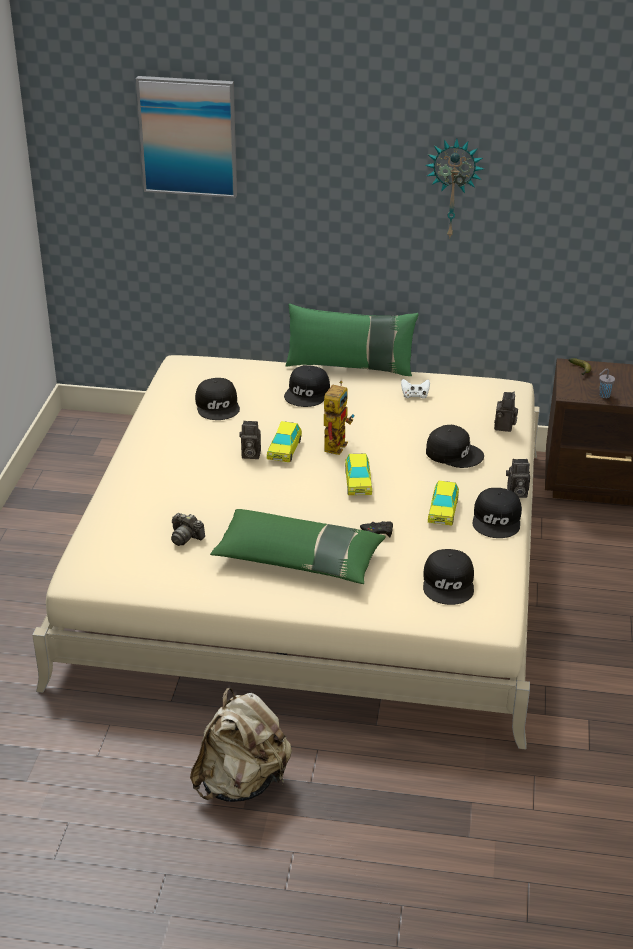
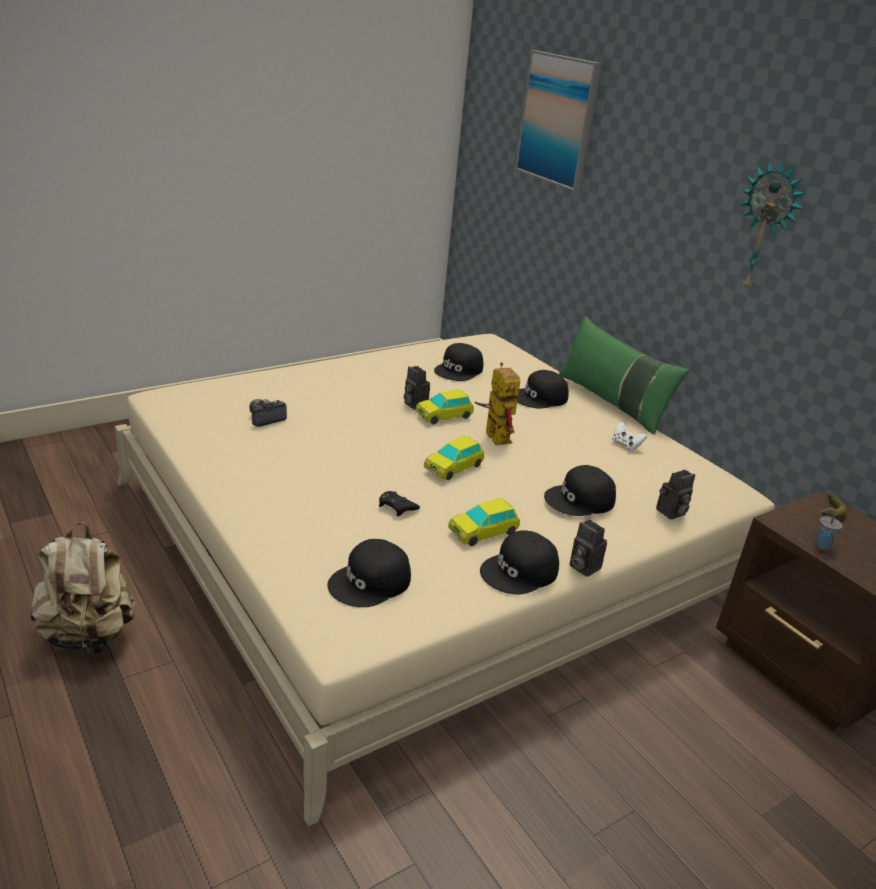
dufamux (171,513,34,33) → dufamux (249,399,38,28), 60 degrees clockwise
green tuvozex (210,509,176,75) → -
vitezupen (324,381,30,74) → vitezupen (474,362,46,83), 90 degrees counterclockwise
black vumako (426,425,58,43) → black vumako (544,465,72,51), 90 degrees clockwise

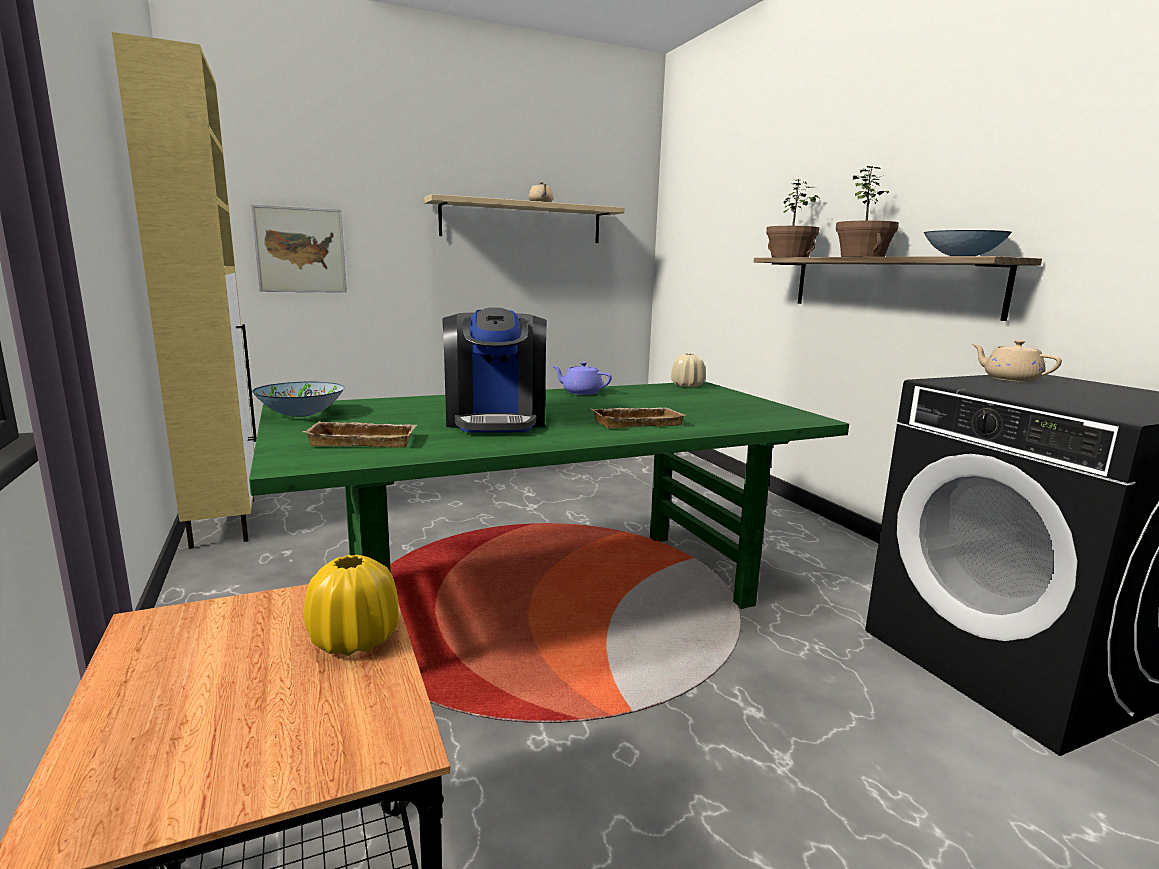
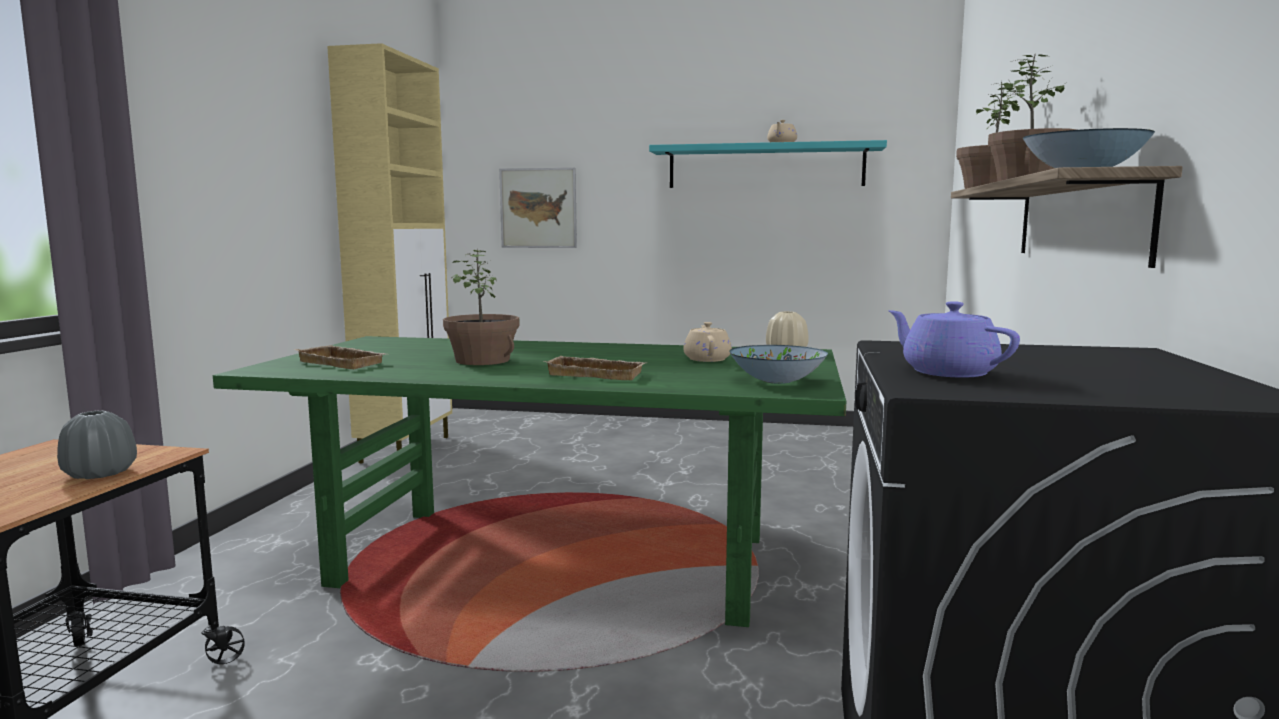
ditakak (252,382,93,35) → ditakak (729,345,99,39), move
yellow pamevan (304,555,95,101) → grey pamevan (57,411,80,68)
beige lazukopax (424,194,201,49) → turquoise lazukopax (649,140,238,48)
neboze (442,308,105,125) → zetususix (443,249,77,116)
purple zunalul (552,362,60,33) → purple zunalul (888,301,132,77), move
beige zunalul (972,340,90,42) → beige zunalul (683,322,49,40), move

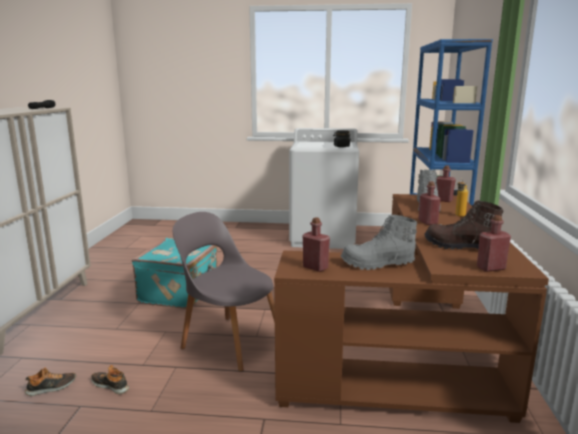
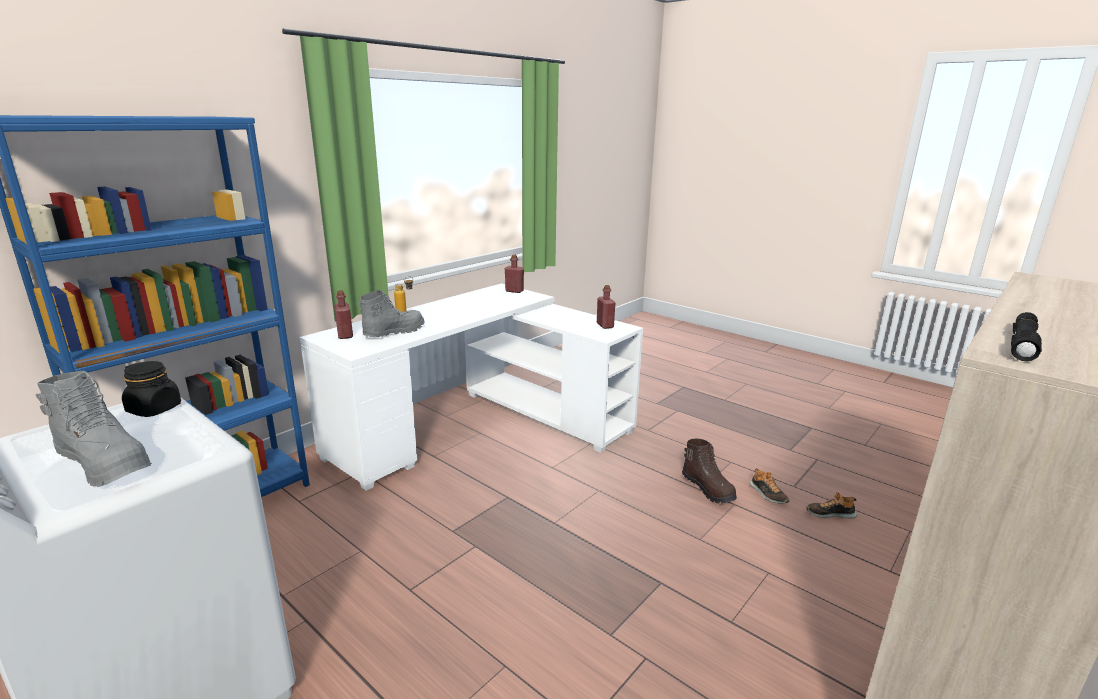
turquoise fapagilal (132,238,85,71) → -
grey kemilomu (173,212,102,159) → -
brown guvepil (274,194,275,229) → white guvepil (299,283,344,208)
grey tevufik (341,215,76,55) → grey tevufik (36,371,116,116), move
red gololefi (418,181,23,44) → -
brown tevufik (425,200,78,50) → brown tevufik (682,439,55,65), move

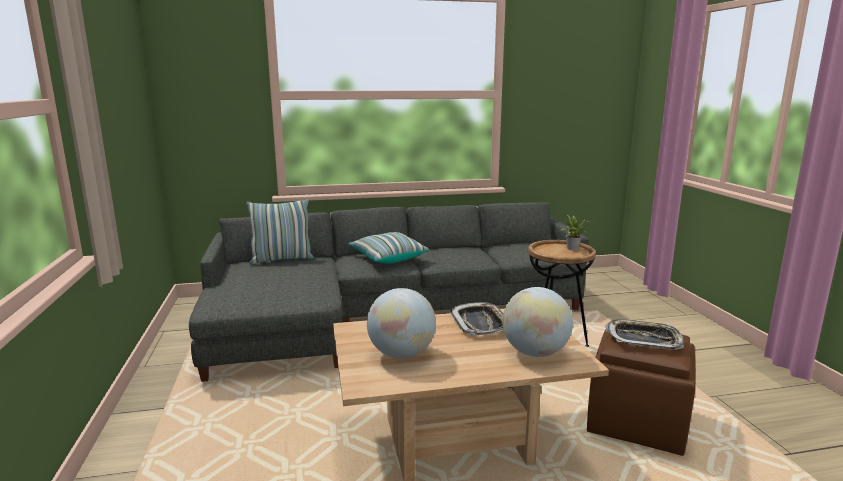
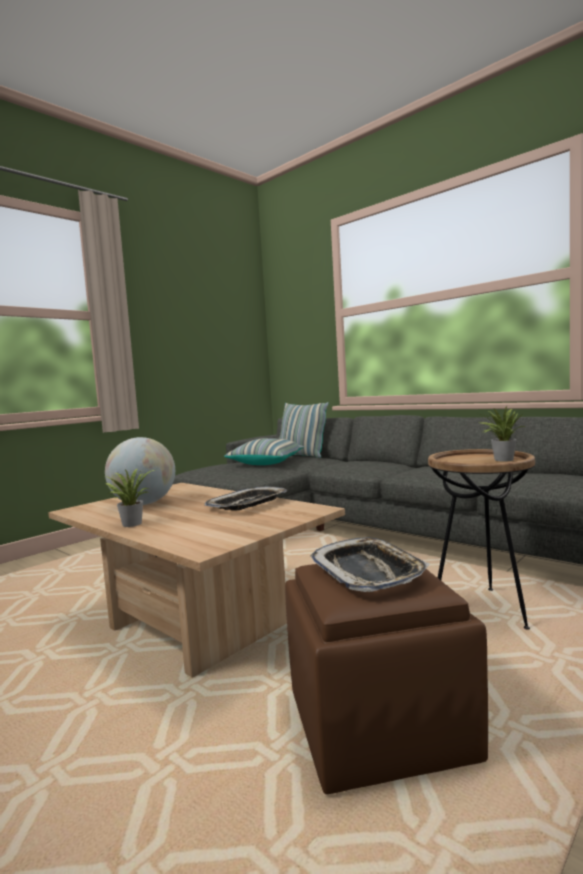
tuvozex (348,232,81,31) → tuvozex (224,438,81,27), move
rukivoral (502,287,71,70) → -
- → zetususix (105,468,49,59)

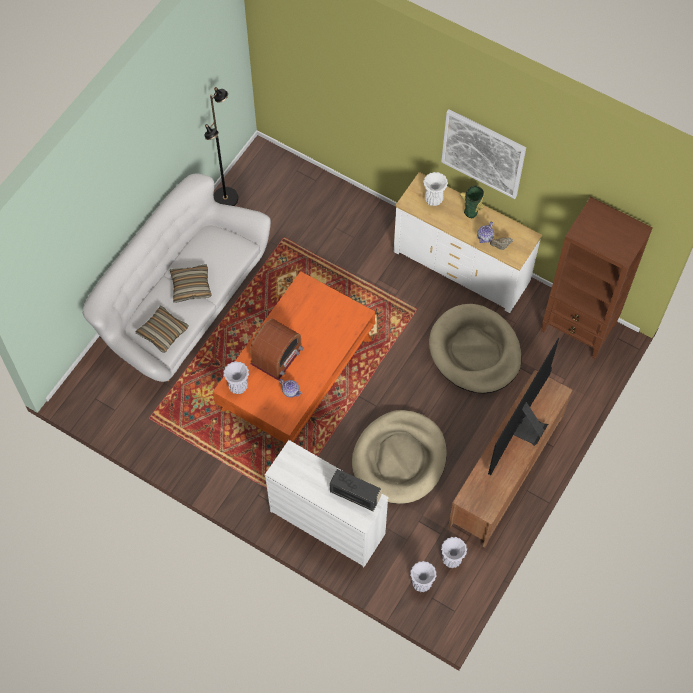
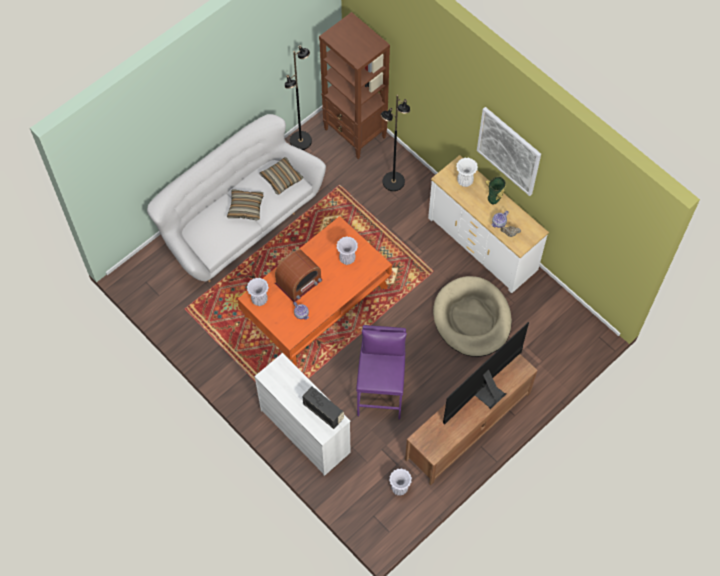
tuvozex (136,306,53,47) → tuvozex (260,157,43,37), move
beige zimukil (352,410,95,94) → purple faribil (356,325,51,95)
white pamevan (410,561,27,31) → white pamevan (336,236,22,29), move
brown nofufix (541,197,111,162) → brown nofufix (319,12,71,147), move
- → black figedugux (381,95,29,96)

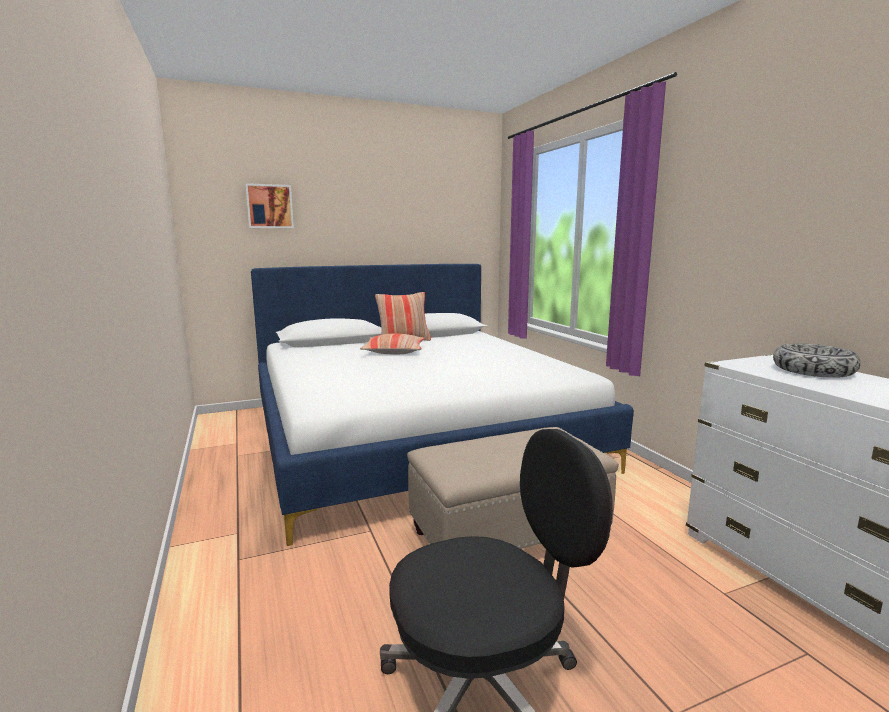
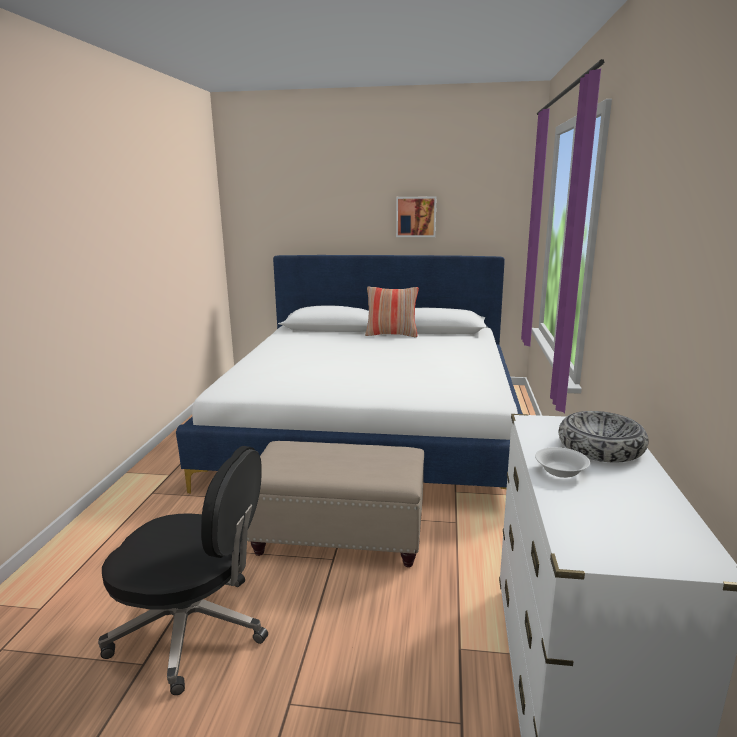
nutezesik (245,183,49,46) → nutezesik (396,196,41,41), move
tuvozex (360,333,64,21) → -
- → white ditakak (535,447,55,31)

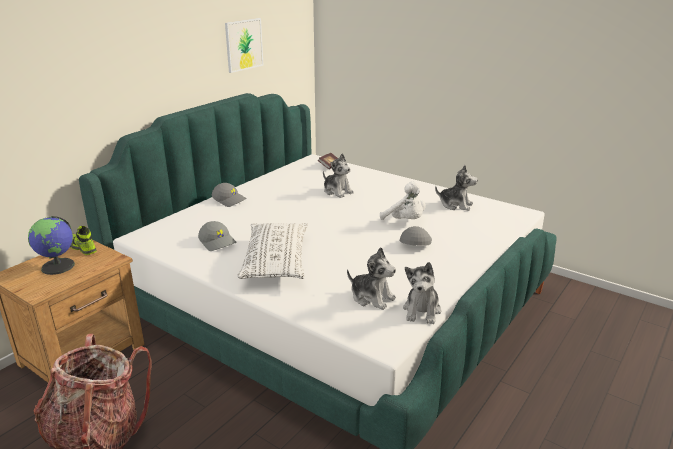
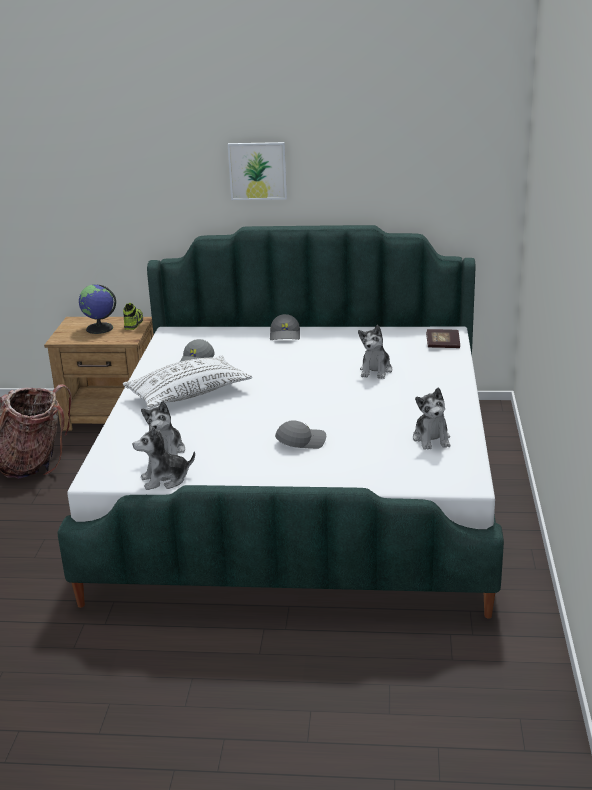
nutezesik (225,18,39,55) → nutezesik (228,142,59,58), move
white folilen (380,181,46,39) → -

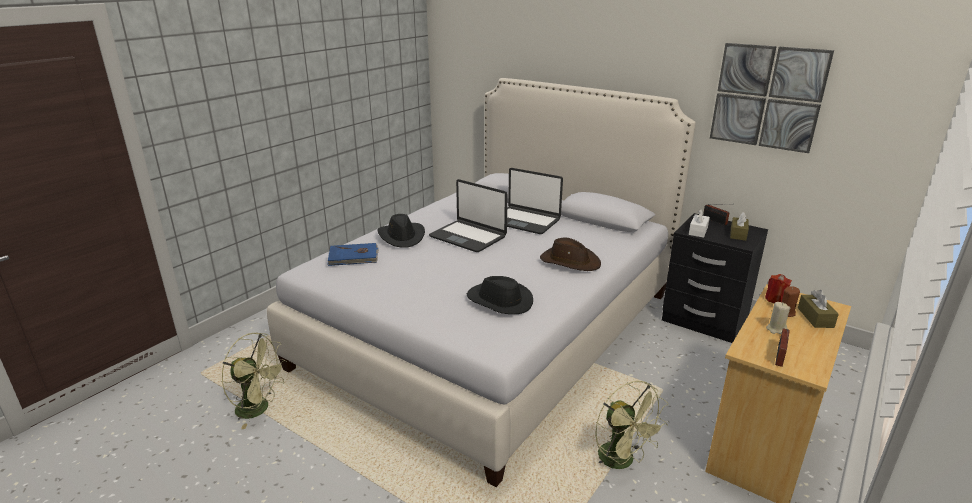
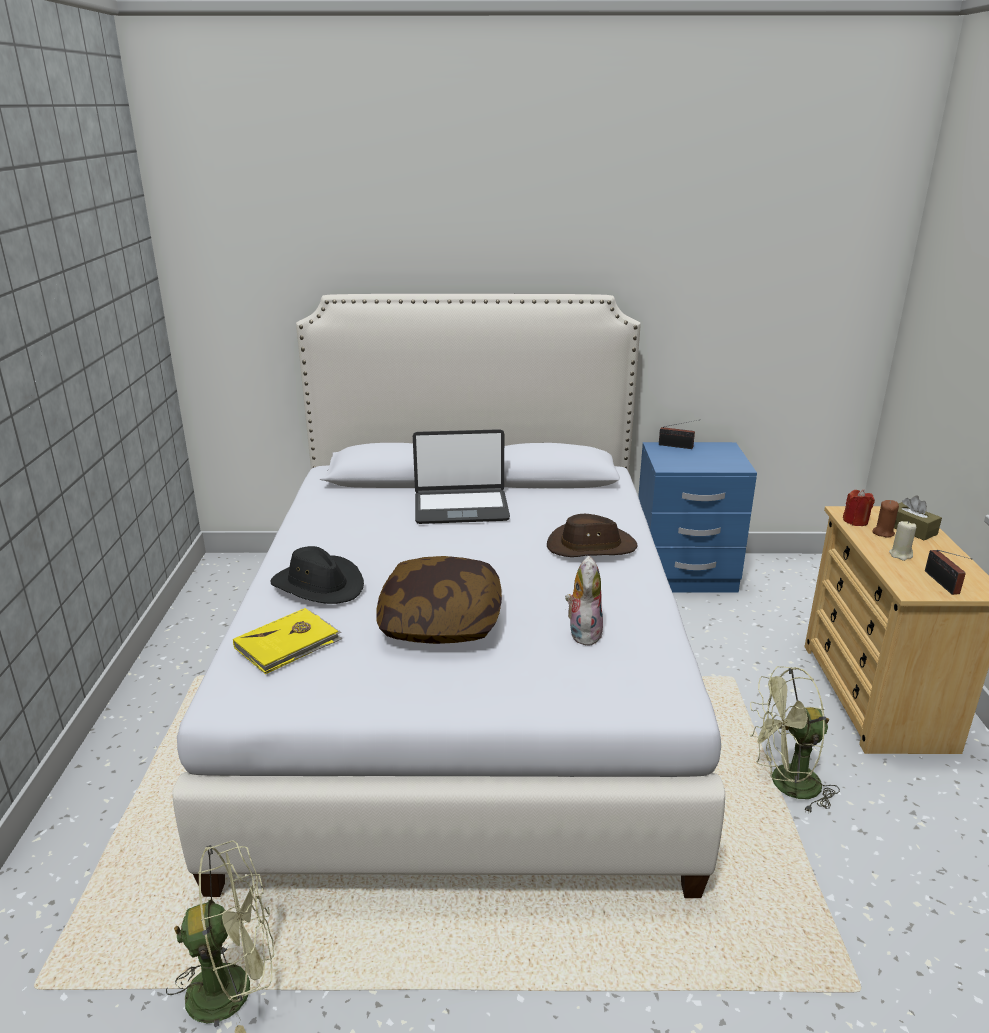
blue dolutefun (327,243,51,23) → yellow dolutefun (233,608,110,66)
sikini (429,179,79,73) → -
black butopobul (467,276,66,38) → folilen (565,556,38,90)
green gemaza (595,381,73,88) → green gemaza (749,666,91,148), 150 degrees clockwise
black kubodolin (662,213,106,130) → blue kubodolin (638,442,119,151)
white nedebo (689,209,21,29) → -
nutezesik (710,43,124,110) → -
brown nedebo (730,212,19,29) → -
- → tuvozex (376,556,126,88)

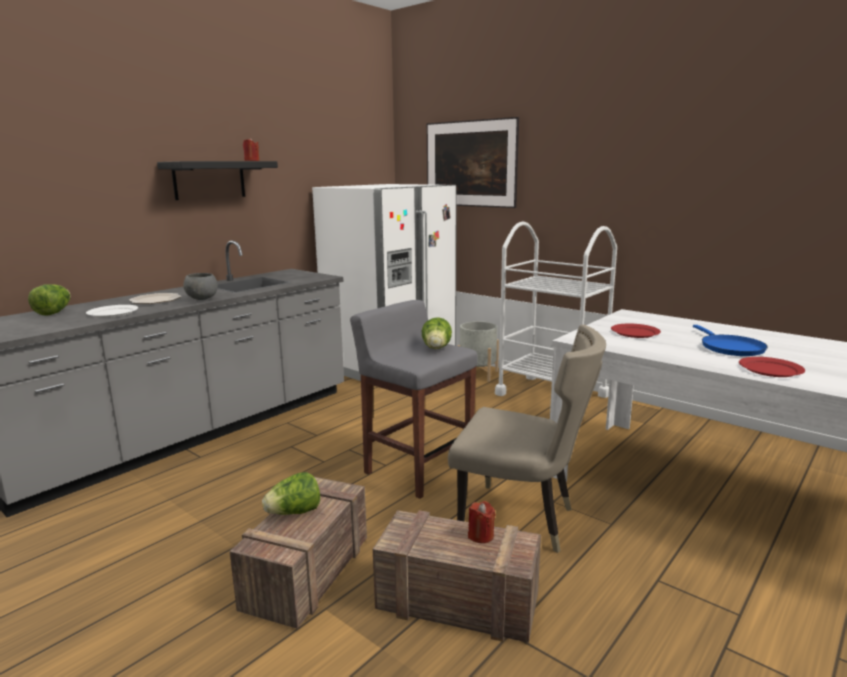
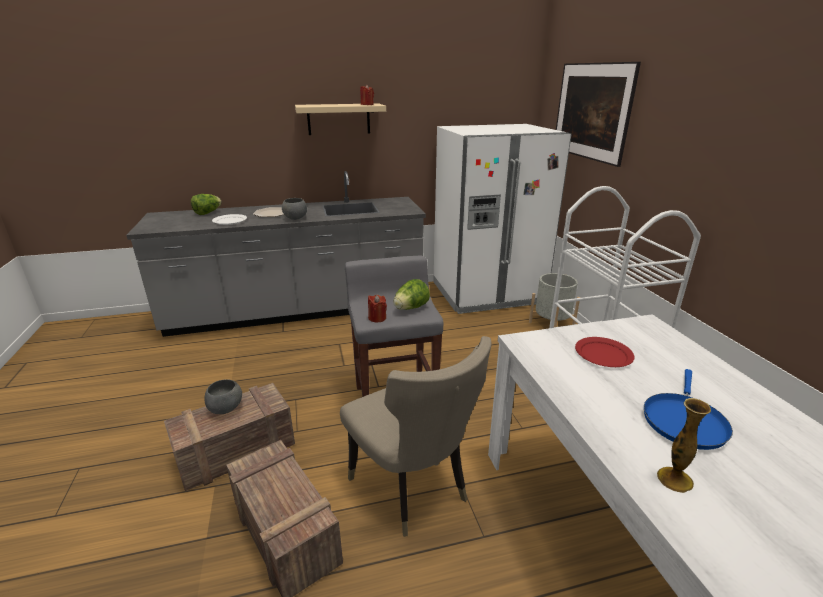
black lazukopax (157,161,121,39) → beige lazukopax (295,103,91,32)
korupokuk (262,472,58,43) → grey ditakak (204,379,38,35)
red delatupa (468,501,28,42) → red delatupa (368,295,19,27), move
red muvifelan (739,357,66,20) → pamevan (657,398,54,95)

